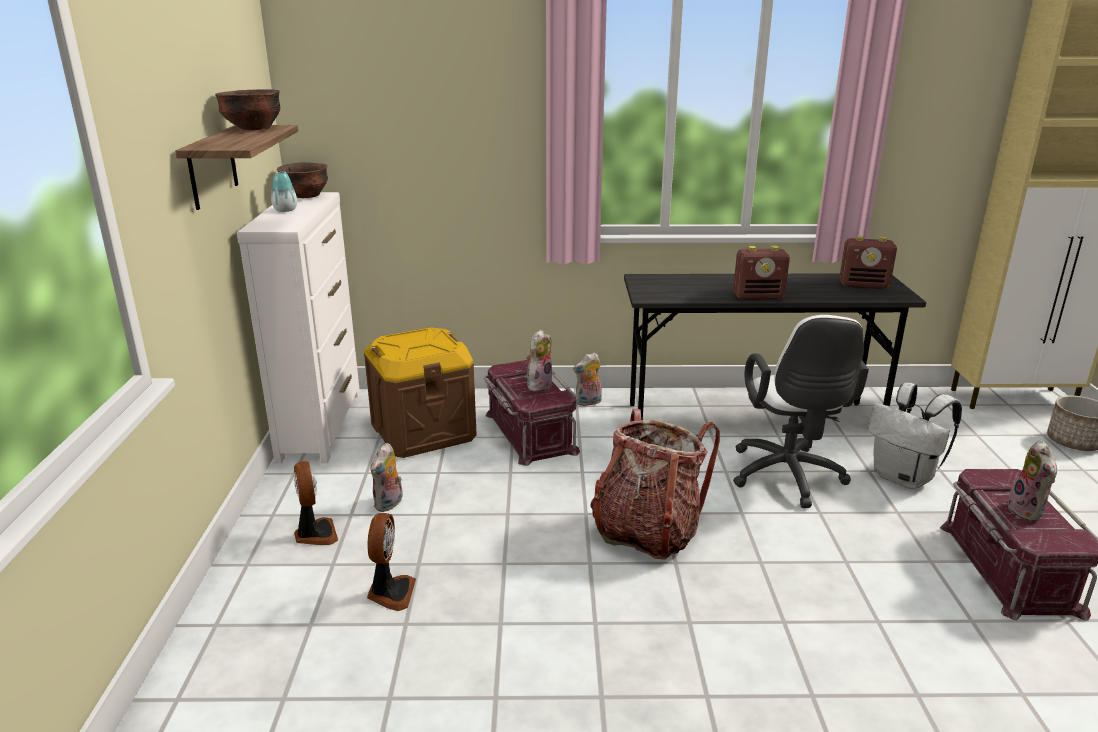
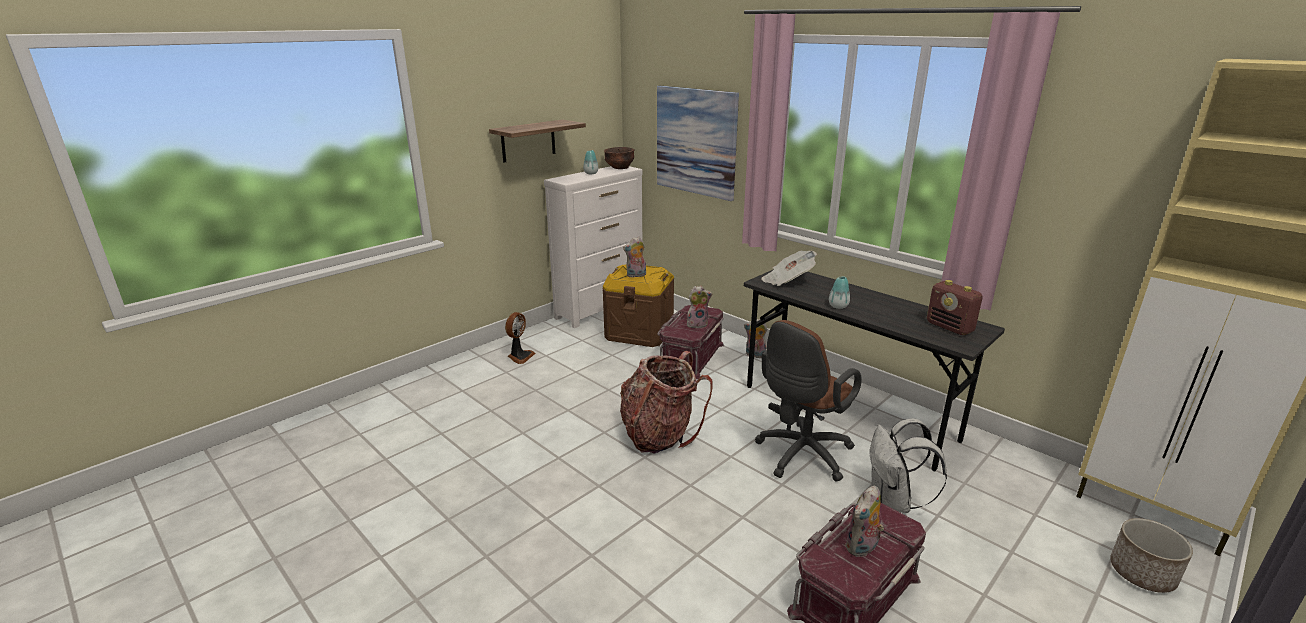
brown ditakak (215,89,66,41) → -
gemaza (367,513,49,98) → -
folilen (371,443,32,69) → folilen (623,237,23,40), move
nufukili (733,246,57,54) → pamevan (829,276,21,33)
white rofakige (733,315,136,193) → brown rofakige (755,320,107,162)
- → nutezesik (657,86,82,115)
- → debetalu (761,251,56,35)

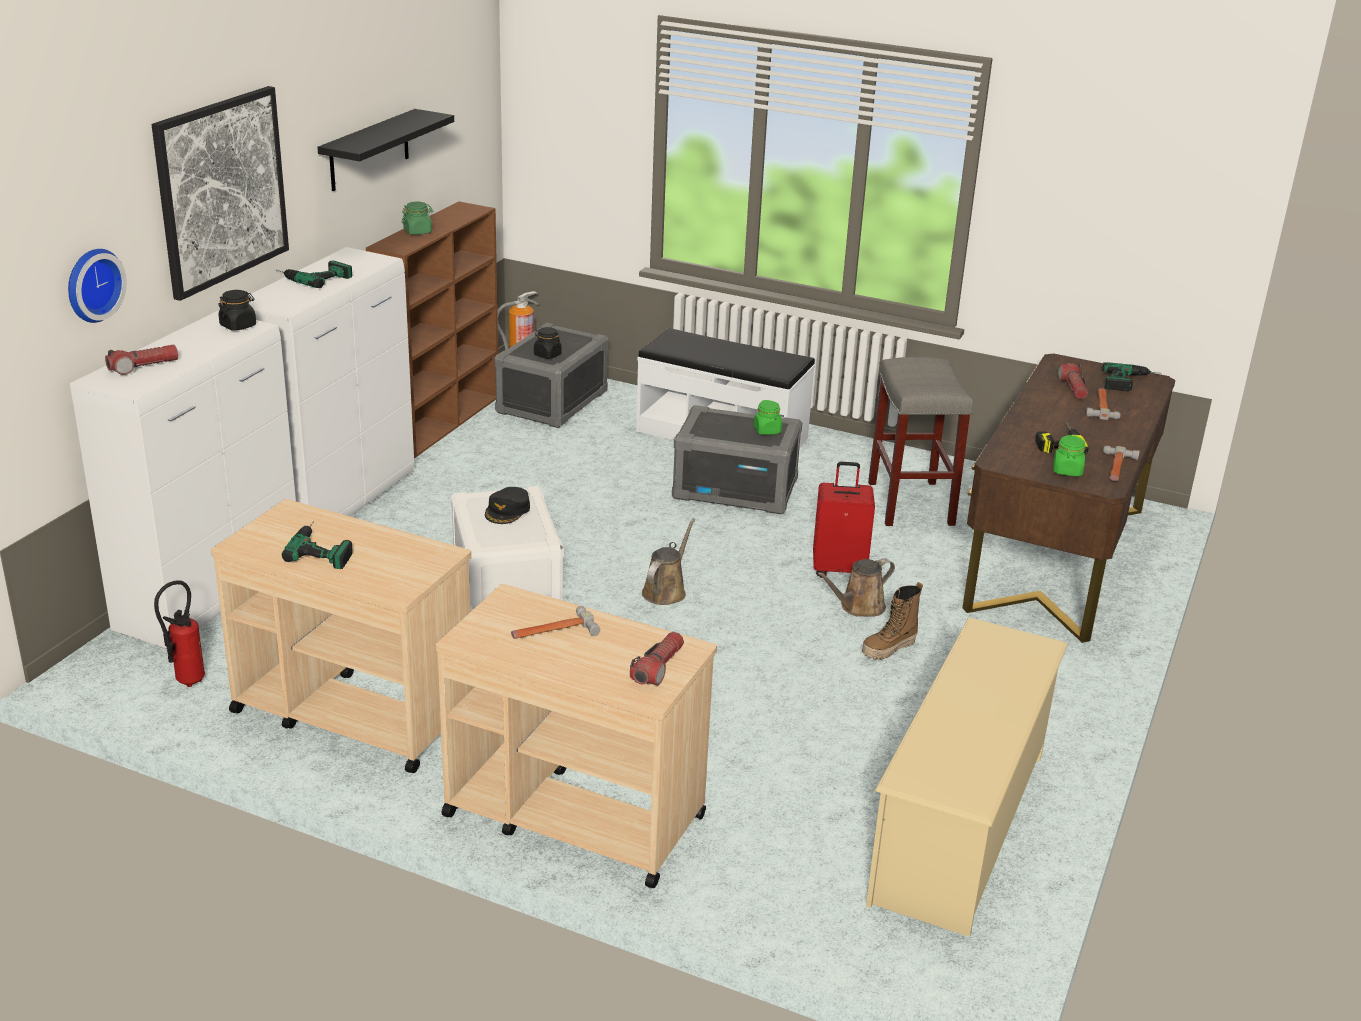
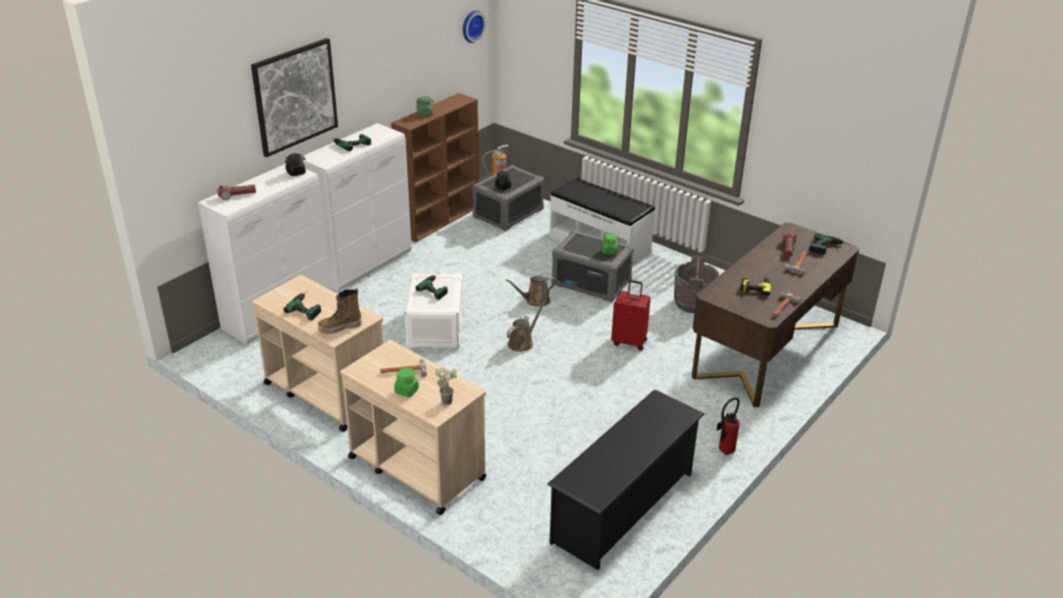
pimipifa (68,249,59,74) → pimipifa (463,10,23,33), move
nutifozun (154,580,51,107) → nutifozun (717,397,23,58), move
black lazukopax (317,109,137,82) → -
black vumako (485,487,45,37) → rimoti (416,274,32,26)
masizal (630,632,54,53) → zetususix (435,367,22,38)
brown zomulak (816,558,79,59) → brown zomulak (506,275,50,32), move
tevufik (862,582,61,78) → tevufik (318,288,44,46), move
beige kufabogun (866,617,202,320) → black kufabogun (547,389,158,181)
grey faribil (868,357,105,169) → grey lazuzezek (674,255,45,58)
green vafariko (1053,435,32,41) → green vafariko (394,367,25,30), move

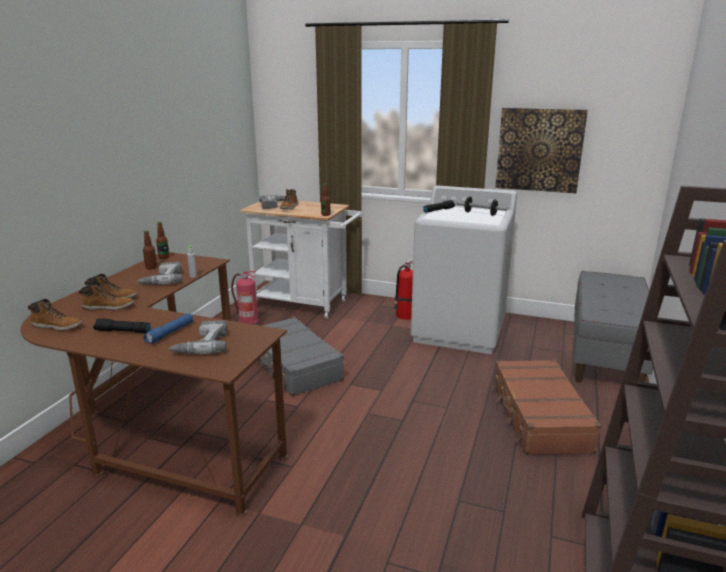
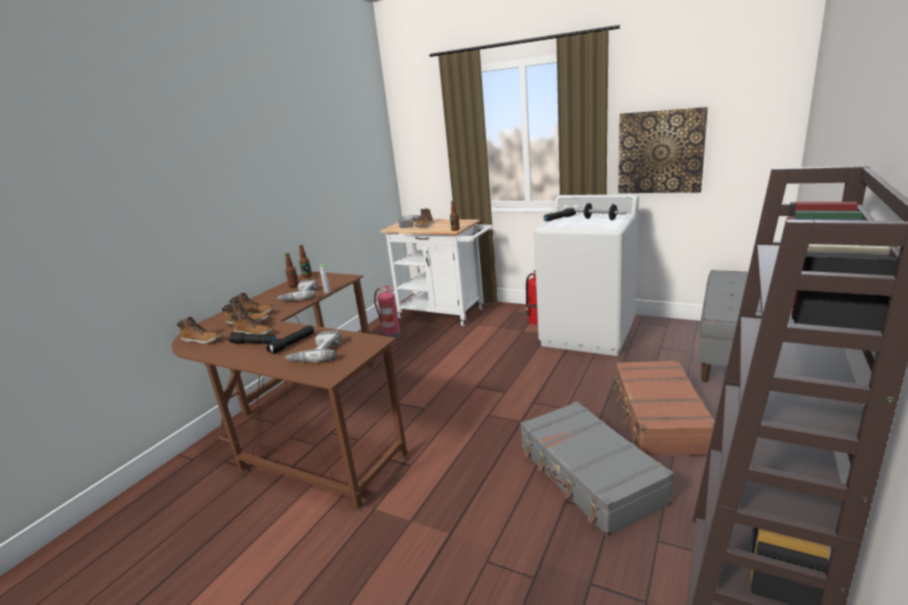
blue masizal (143,314,50,30) → black masizal (266,325,48,29)
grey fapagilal (256,317,88,80) → grey fapagilal (520,401,154,135), move
- → tevufik (231,309,42,26)

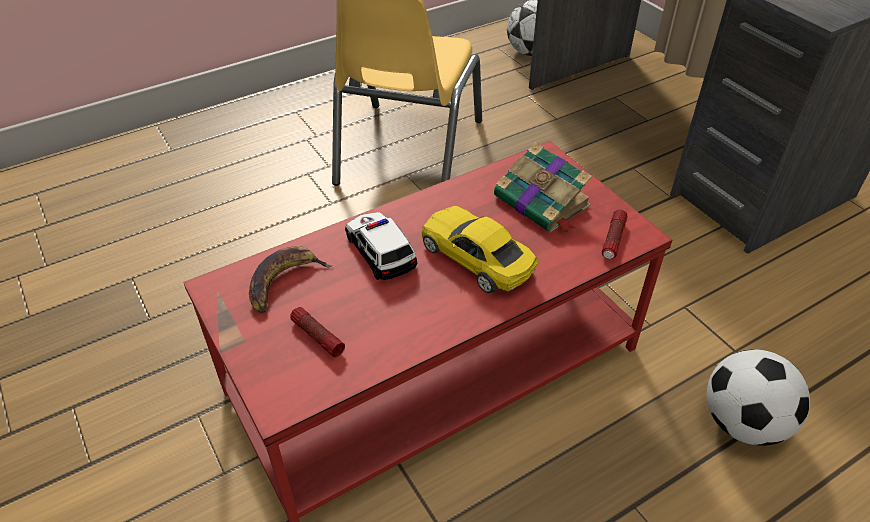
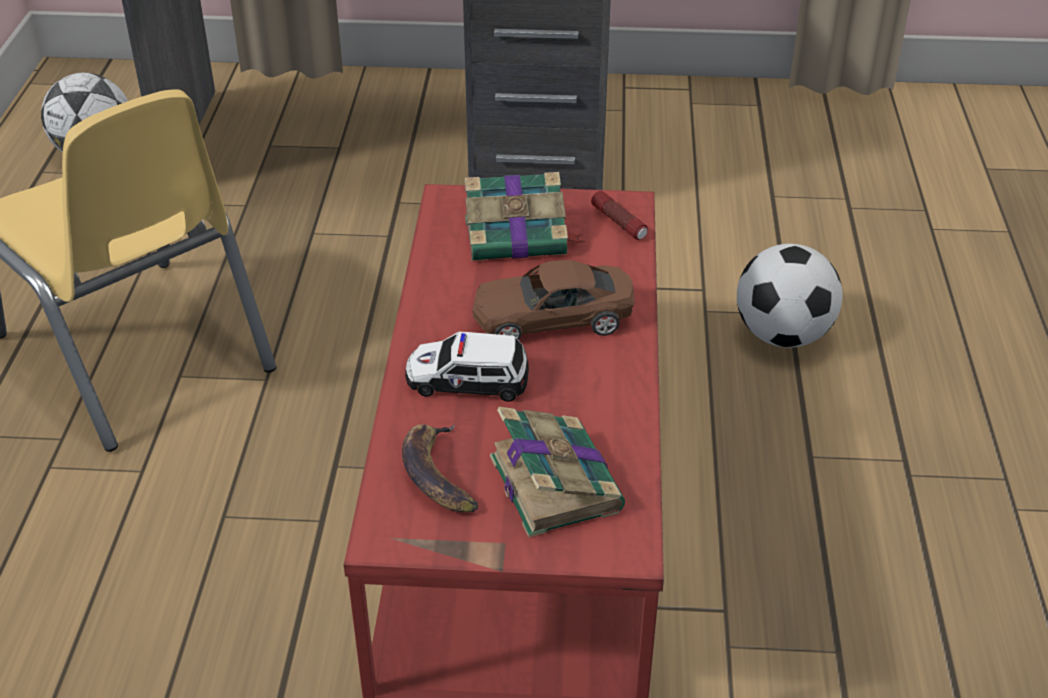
masizal (290,307,55,50) → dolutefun (490,407,135,130)
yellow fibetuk (422,206,117,88) → brown fibetuk (472,260,162,80)

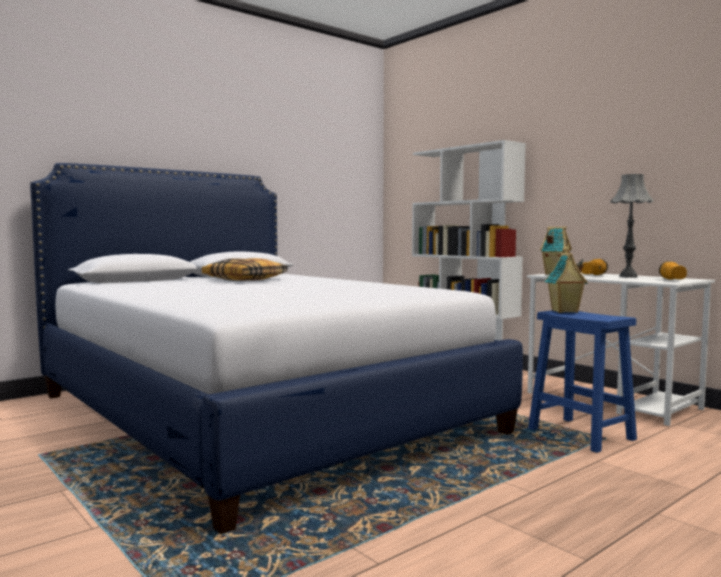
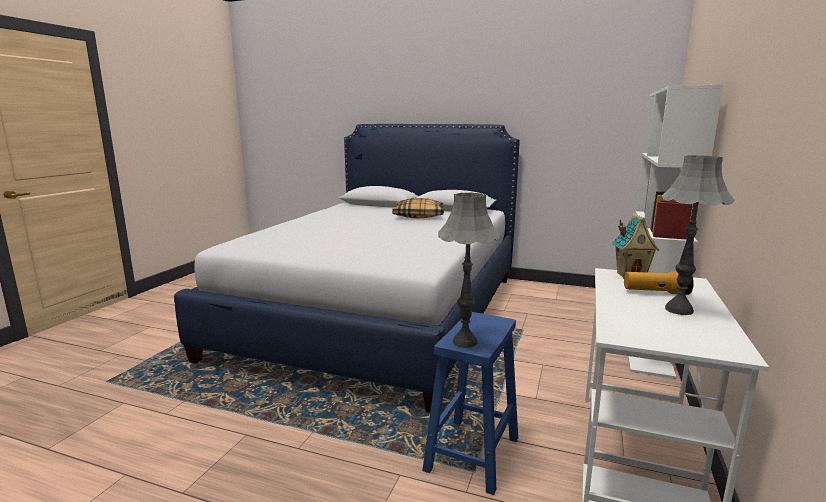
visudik (545,253,43,60) → -
masizal (659,261,28,19) → -
- → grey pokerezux (438,192,62,156)

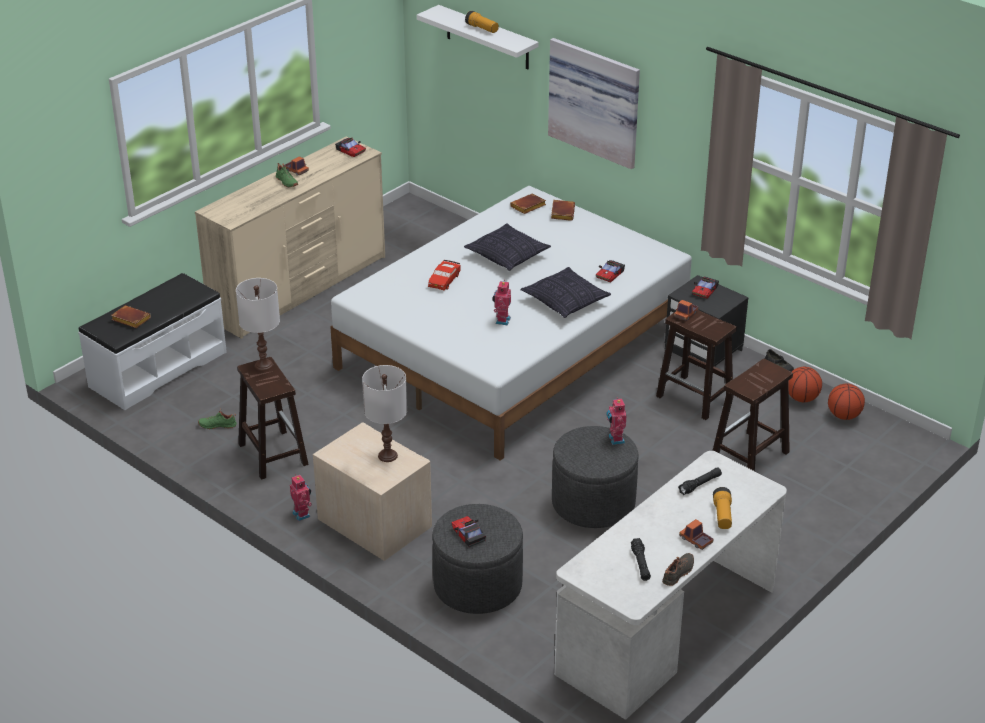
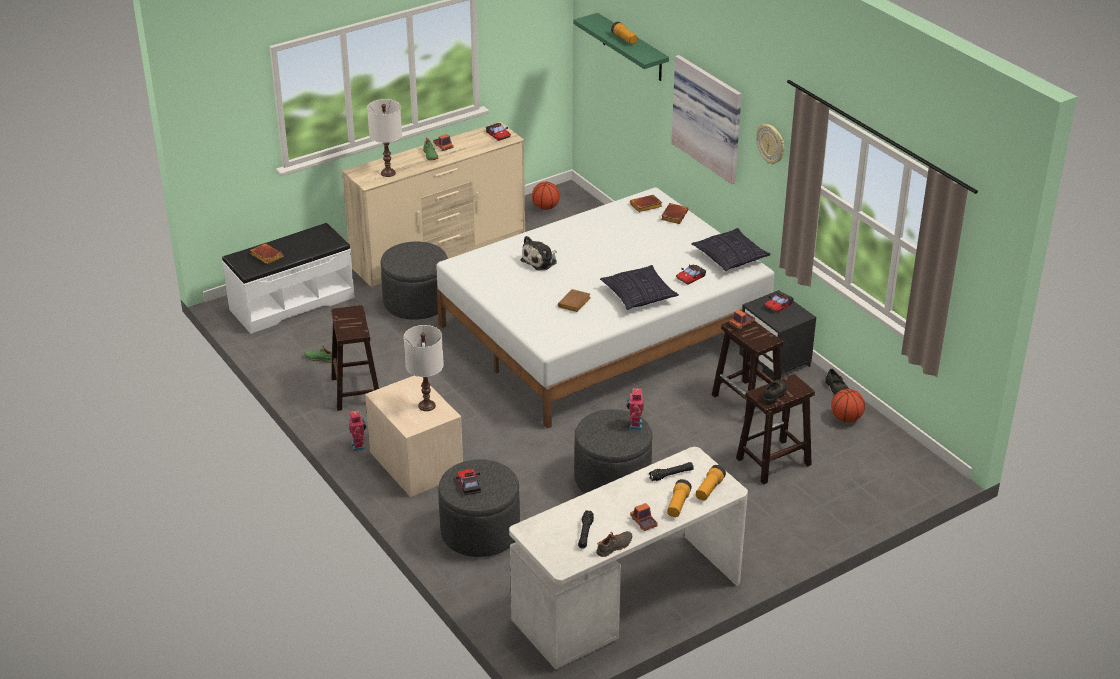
white pokerezux (236,278,44,93) → white pokerezux (367,99,35,78), move
white lazukopax (417,5,122,64) → green lazukopax (574,13,95,68)
red fibetuk (428,260,33,30) → folilen (520,236,37,35)
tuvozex (464,223,87,48) → tuvozex (691,228,80,43), move
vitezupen (492,280,19,45) → brown dolutefun (558,289,32,23)
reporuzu (828,384,37,36) → reporuzu (532,182,28,28), move
- → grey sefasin (381,241,67,79)
- → masizal (696,465,30,36)
- → pimipifa (756,124,28,40)
- → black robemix (761,379,26,26)

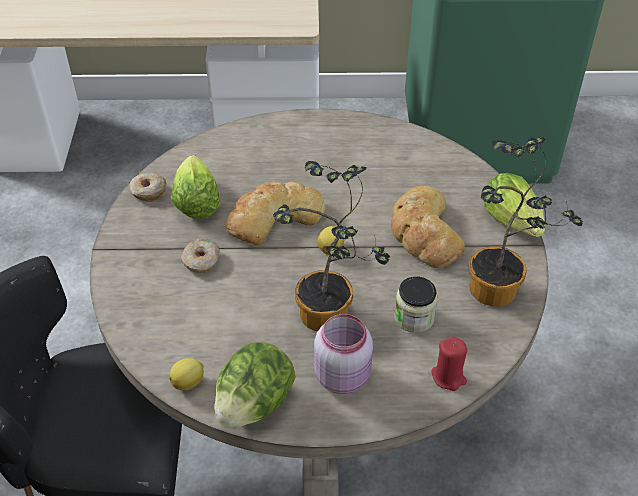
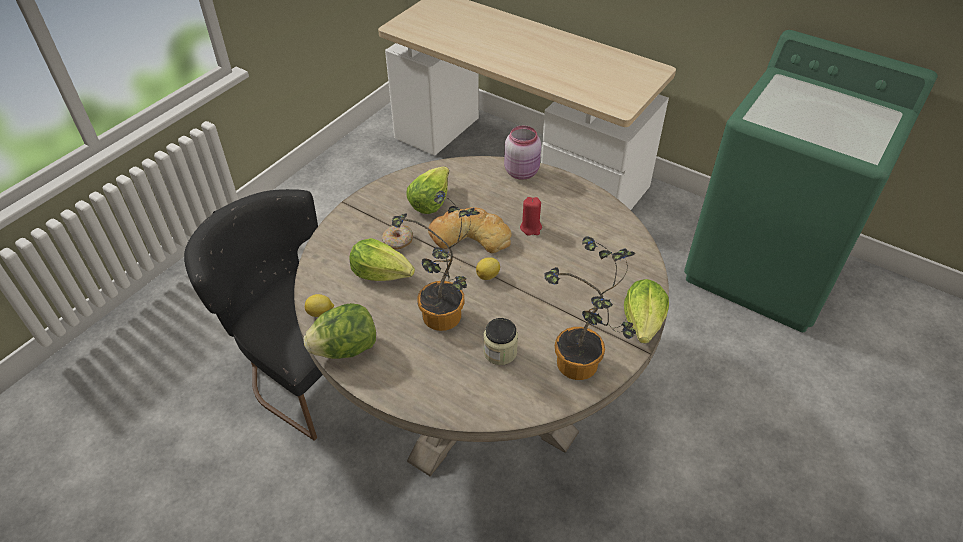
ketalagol (129,173,38,29) → -
pink vafariko (314,314,59,80) → pink vafariko (504,126,37,54), move
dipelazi (391,186,74,82) → -
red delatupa (432,336,36,55) → red delatupa (520,197,22,39), move
- → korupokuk (349,238,66,43)

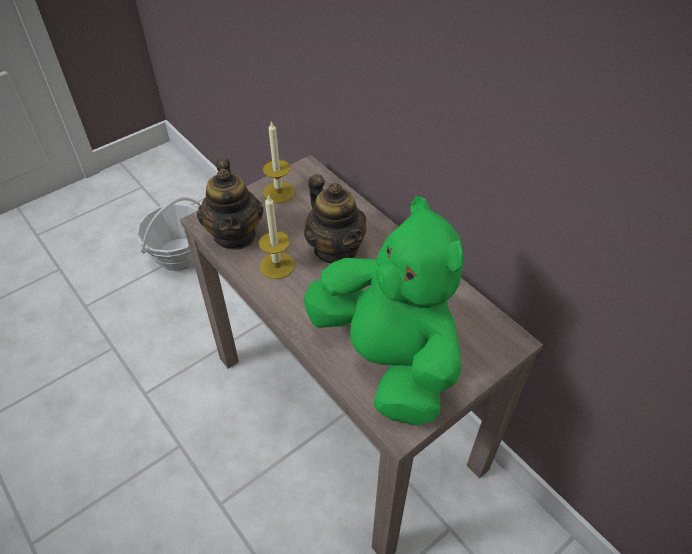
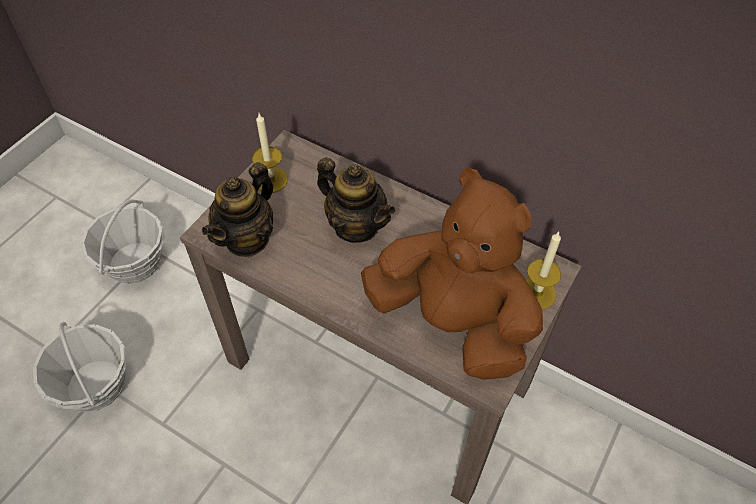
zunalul (197,158,67,92) → zunalul (202,162,71,95), 60 degrees clockwise
delatupa (259,194,36,85) → delatupa (526,231,35,78), move
green folilen (303,196,161,229) → brown folilen (361,168,182,212)
- → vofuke (33,322,94,90)

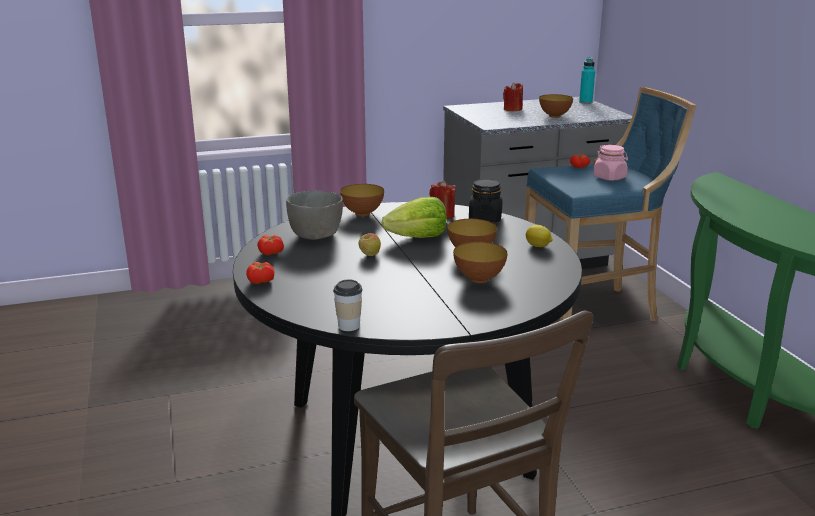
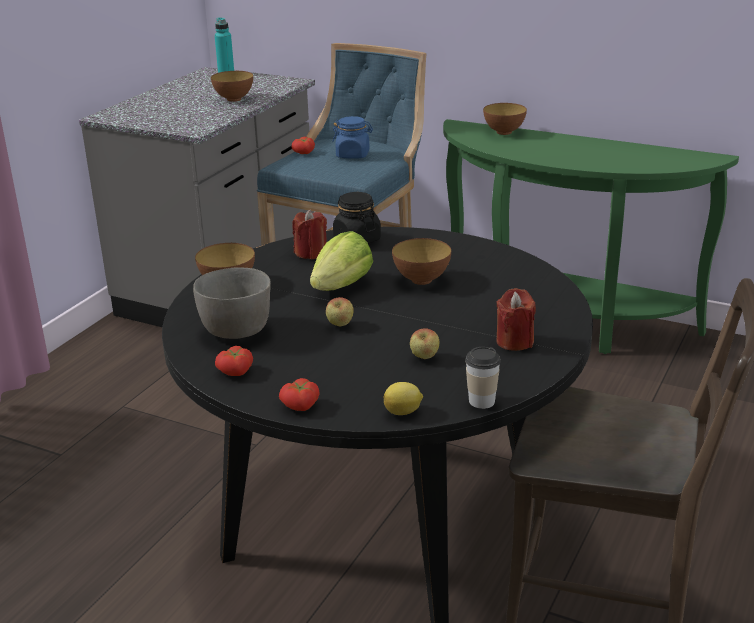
ditakak (453,242,54,41) → ditakak (483,103,44,32), move
red delatupa (503,82,20,29) → red delatupa (496,288,40,63), move
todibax (526,225,27,22) → todibax (384,382,39,33), move
pink vafariko (593,145,35,36) → blue vafariko (332,116,41,43)
- → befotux (410,328,30,31)

